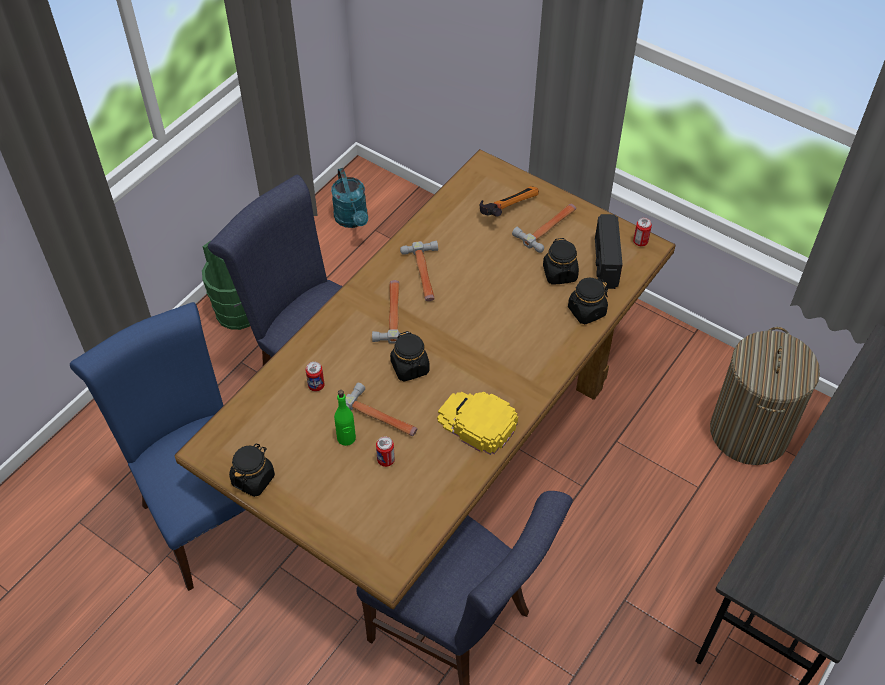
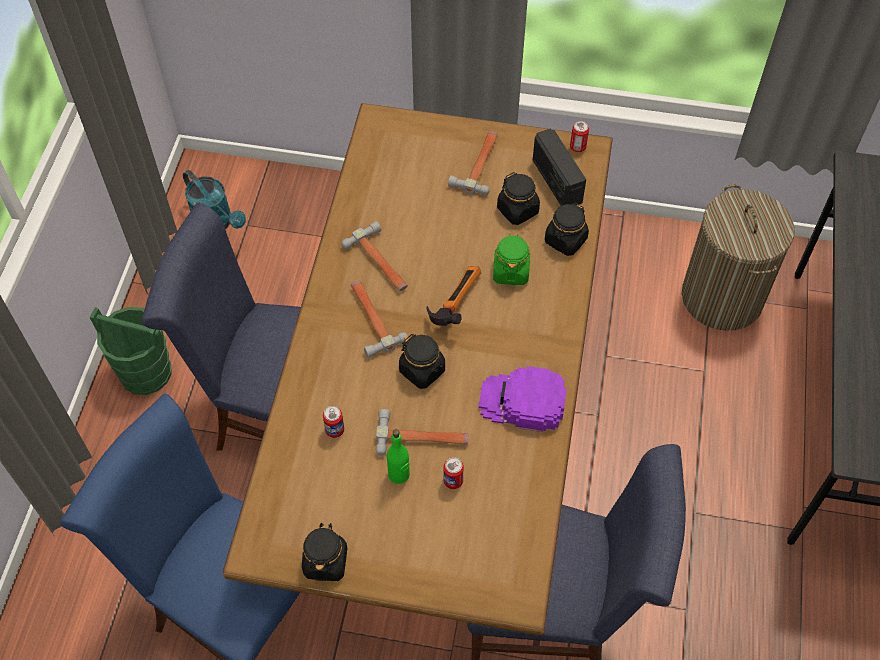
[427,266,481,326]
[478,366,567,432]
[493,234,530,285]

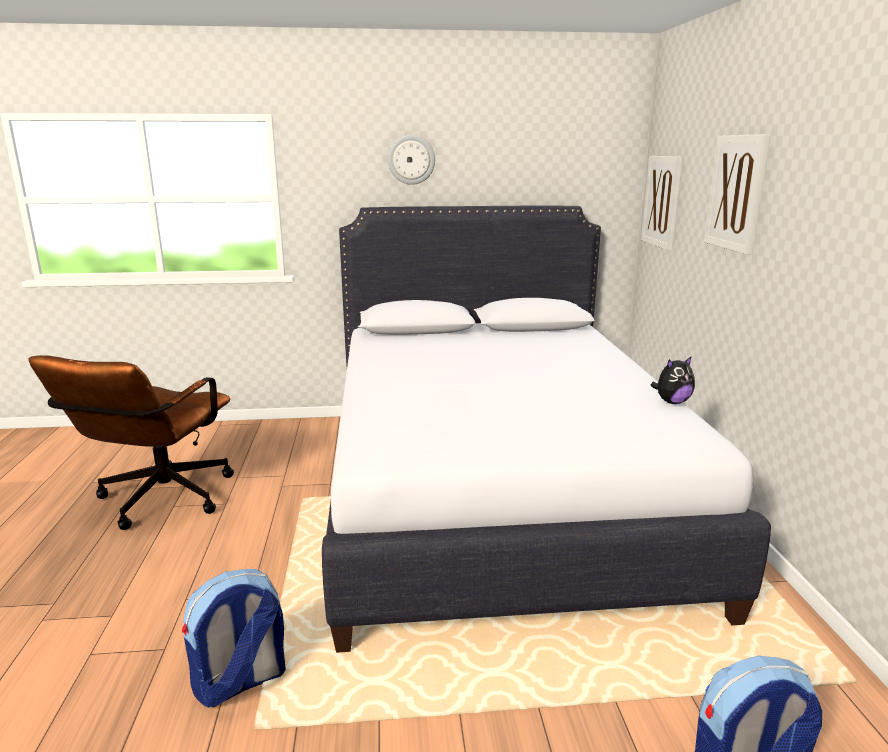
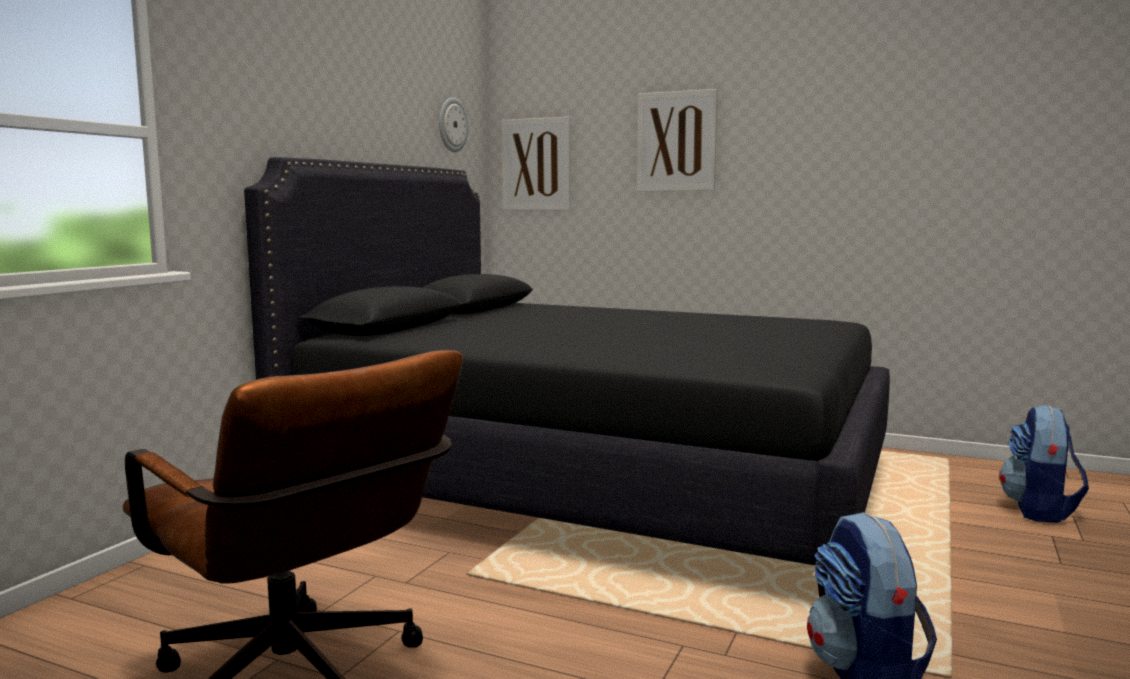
[244,157,890,597]
[439,97,468,152]
[651,356,695,404] (first image)

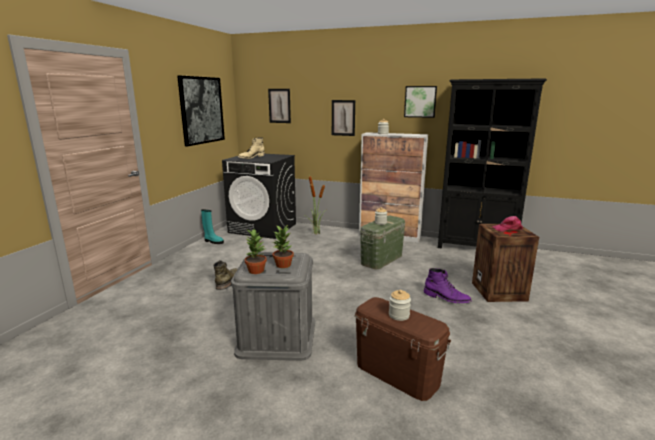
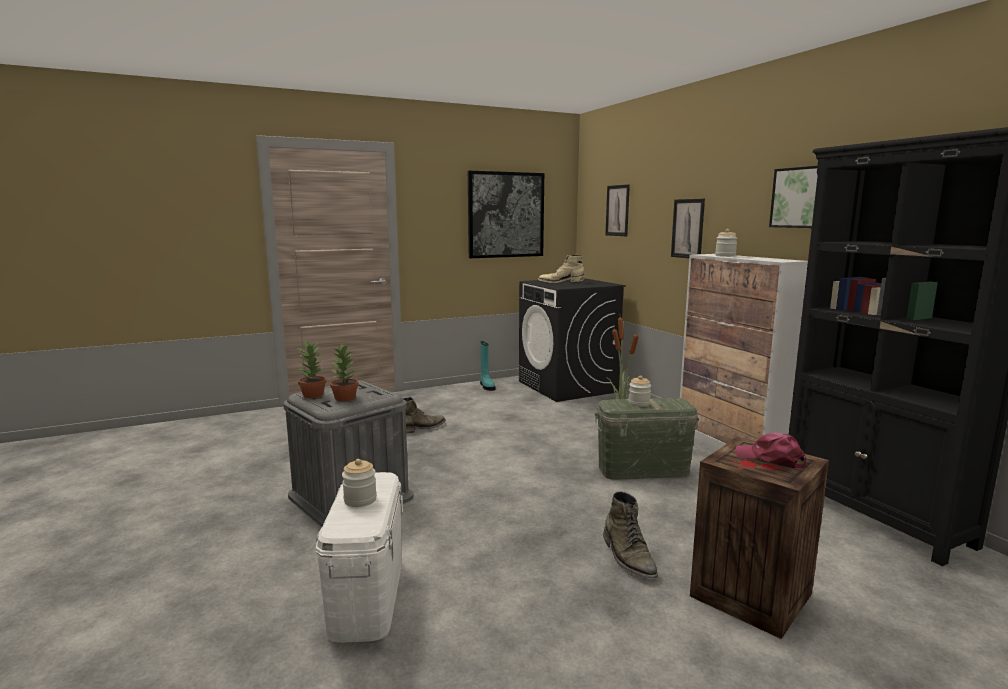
[316,472,403,643]
[603,491,658,578]

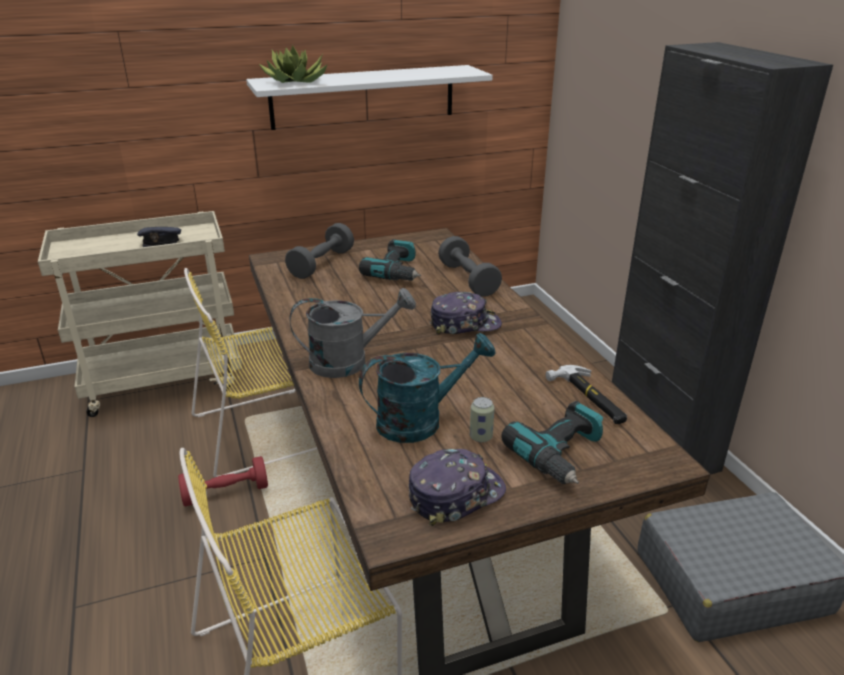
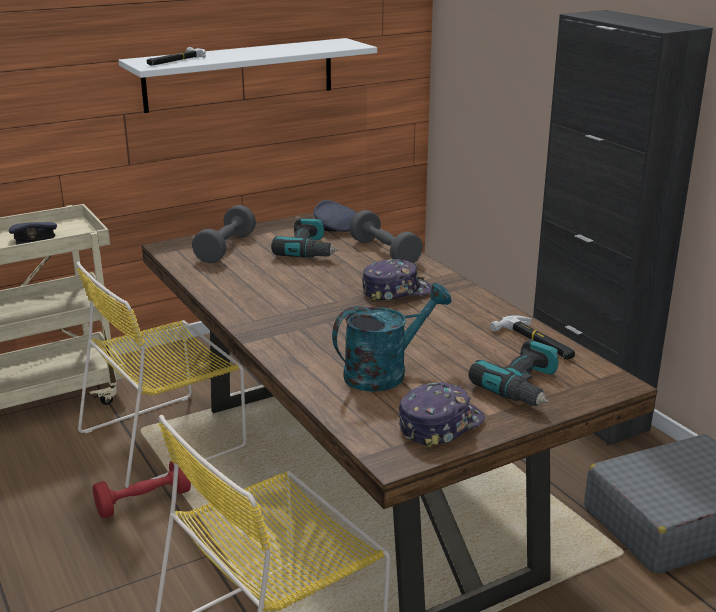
[147,47,206,66]
[314,200,357,232]
[290,288,416,378] (first image)
[470,397,495,442] (first image)

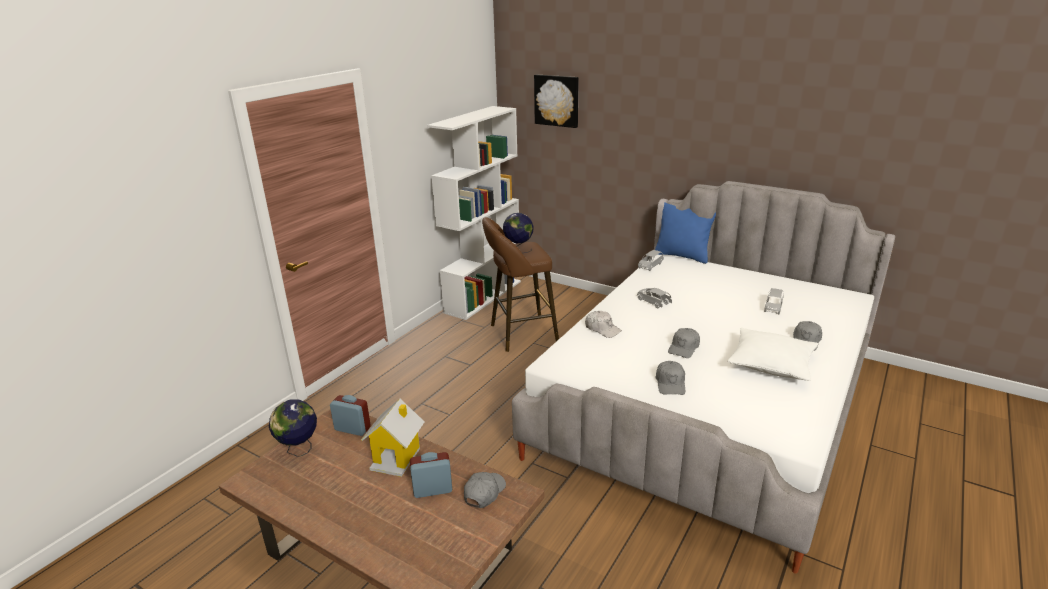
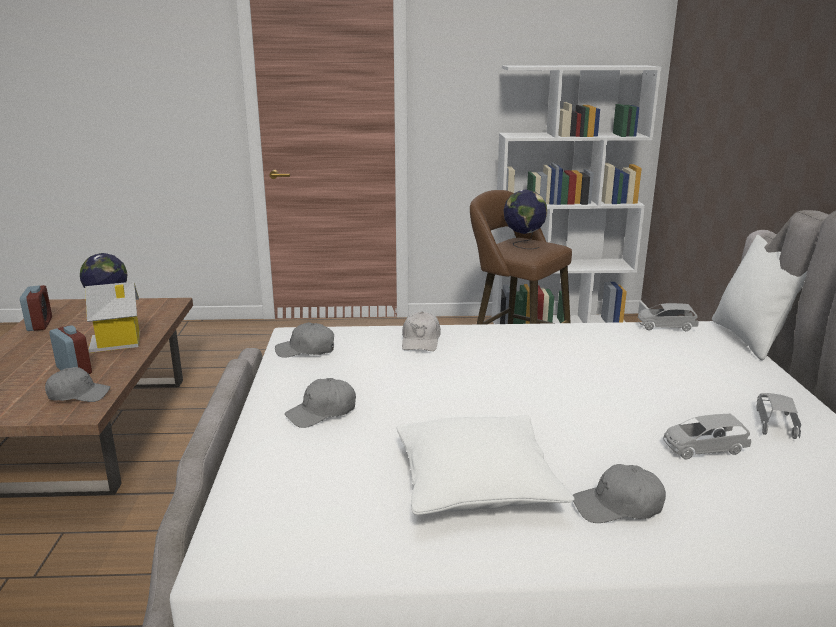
[20,285,52,331]
[275,322,334,358]
[712,235,808,360]
[757,393,801,439]
[534,74,579,128] (first image)

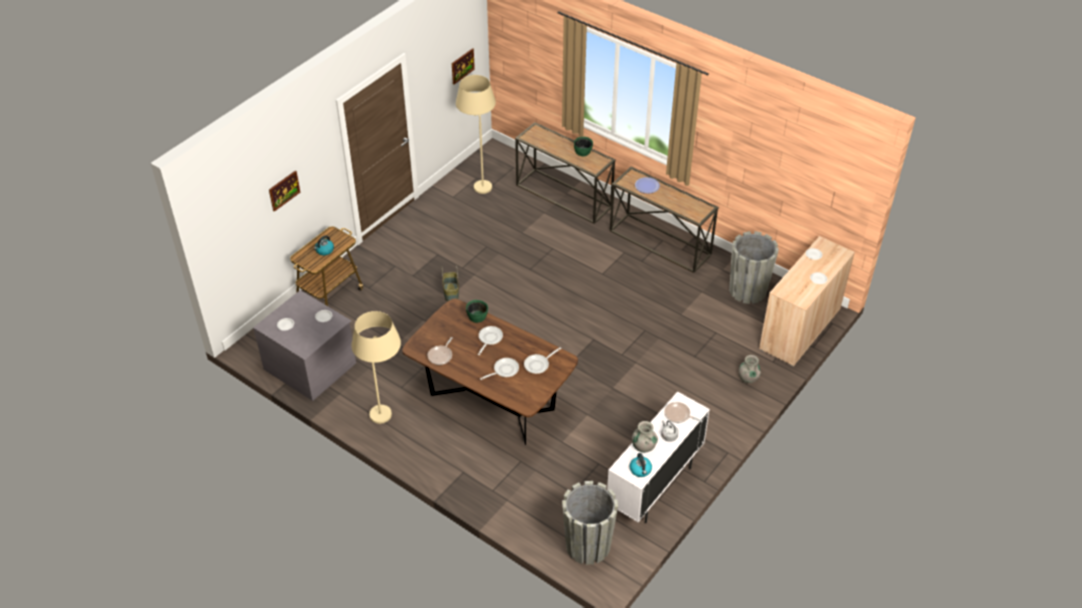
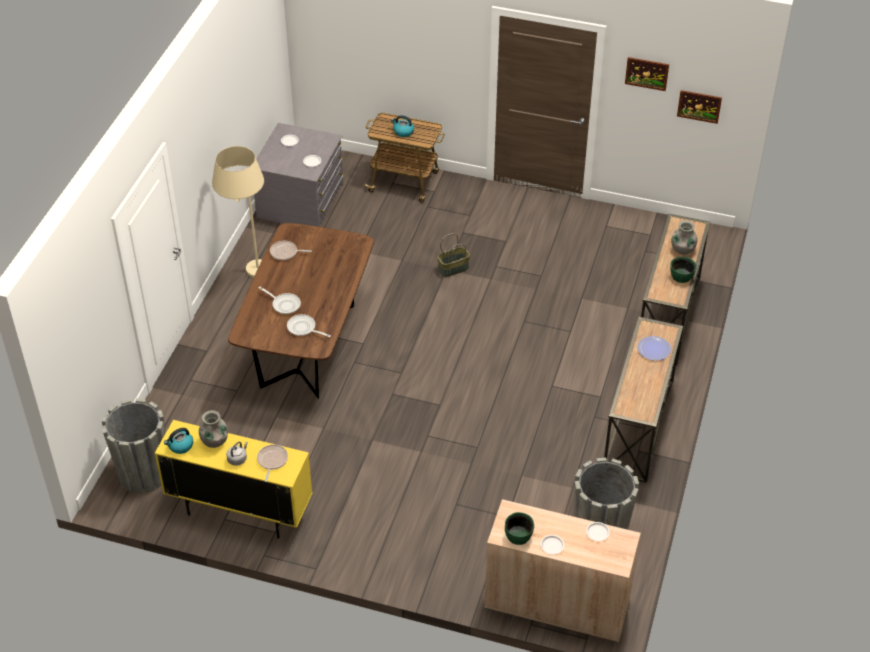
[155,420,313,539]
[505,512,534,545]
[625,57,669,91]
[671,220,698,255]
[456,75,496,194] (first image)
[478,326,503,355] (first image)

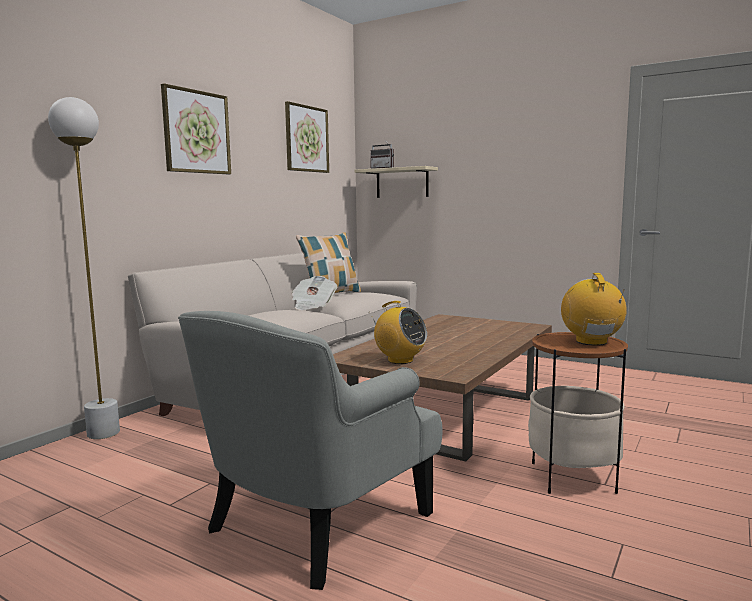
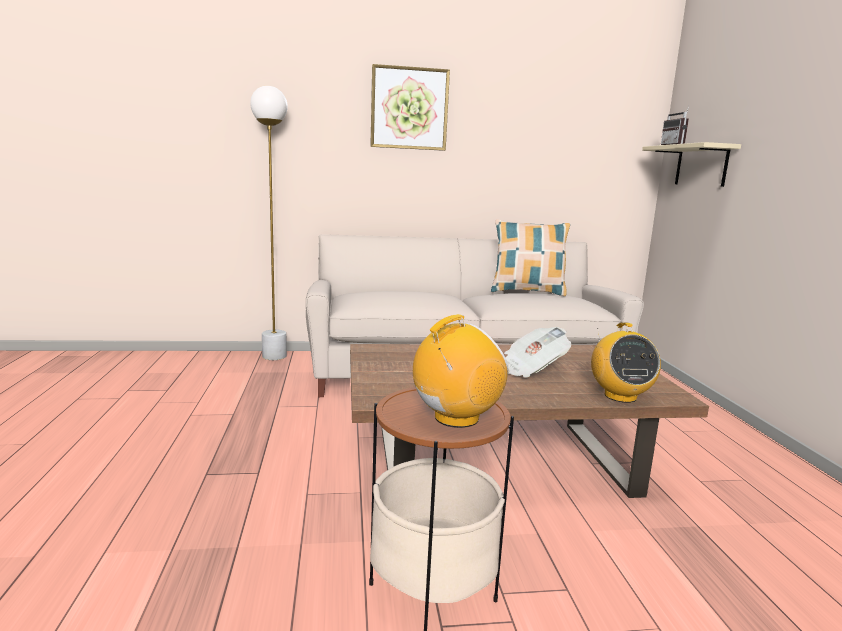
[504,327,571,378]
[591,322,661,403]
[178,311,443,590] (first image)
[285,101,329,173] (first image)

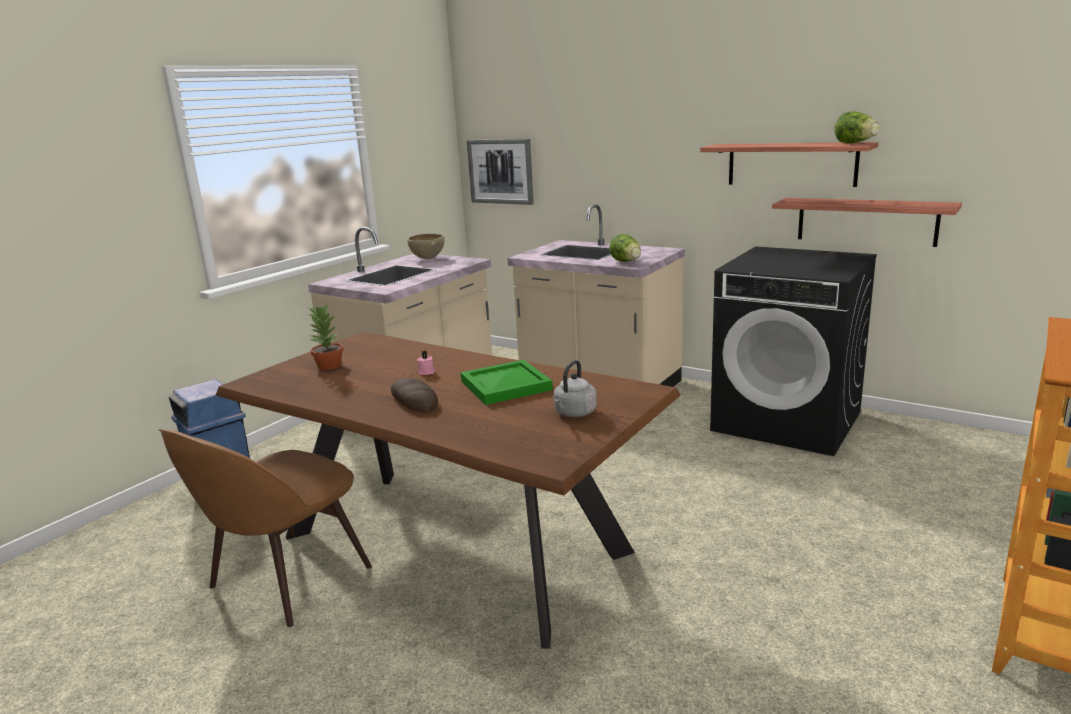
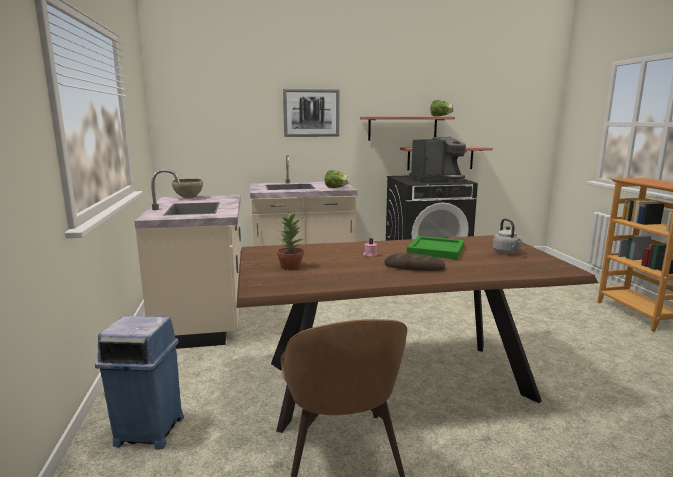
[283,89,339,137]
[409,137,467,182]

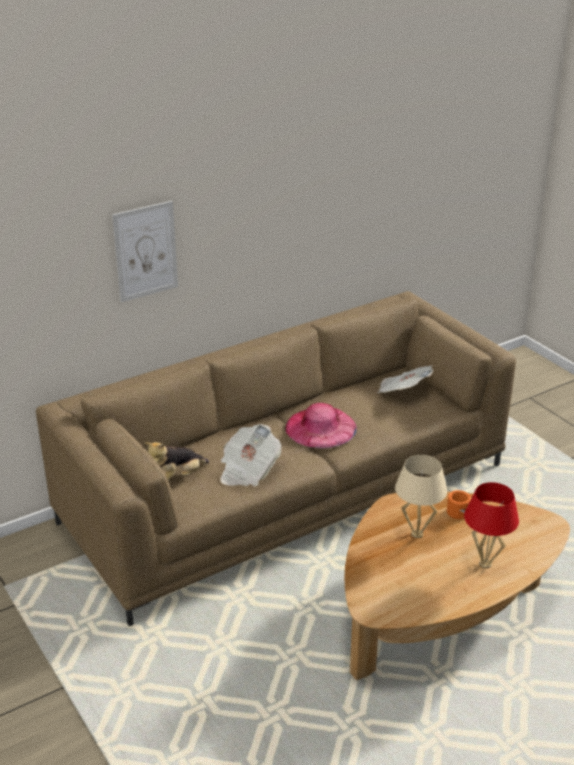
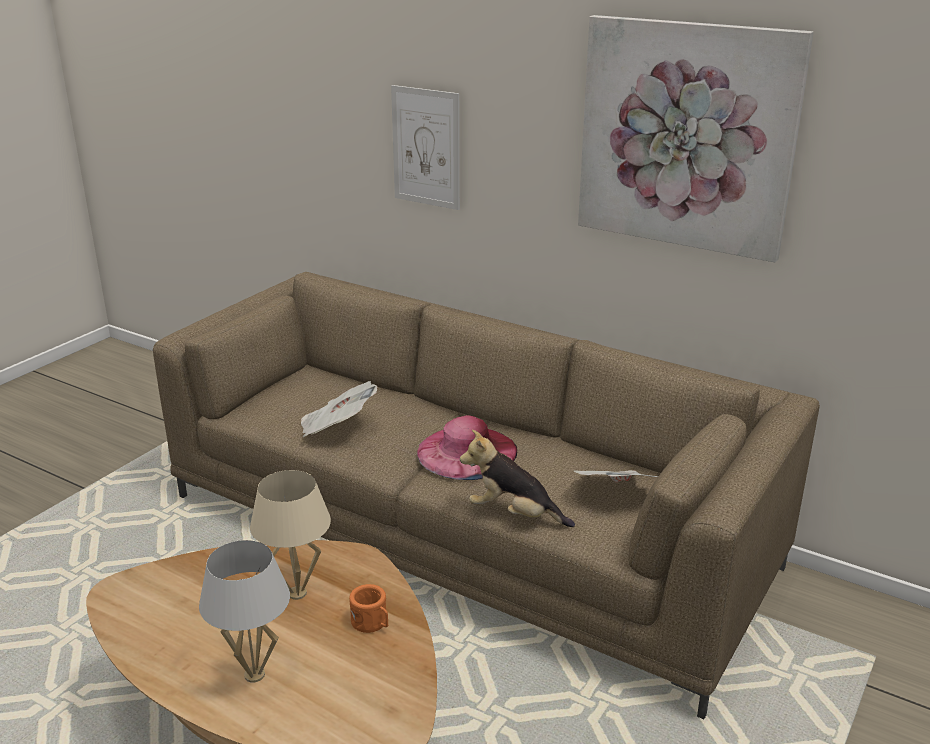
[199,540,290,683]
[460,430,575,527]
[578,15,814,262]

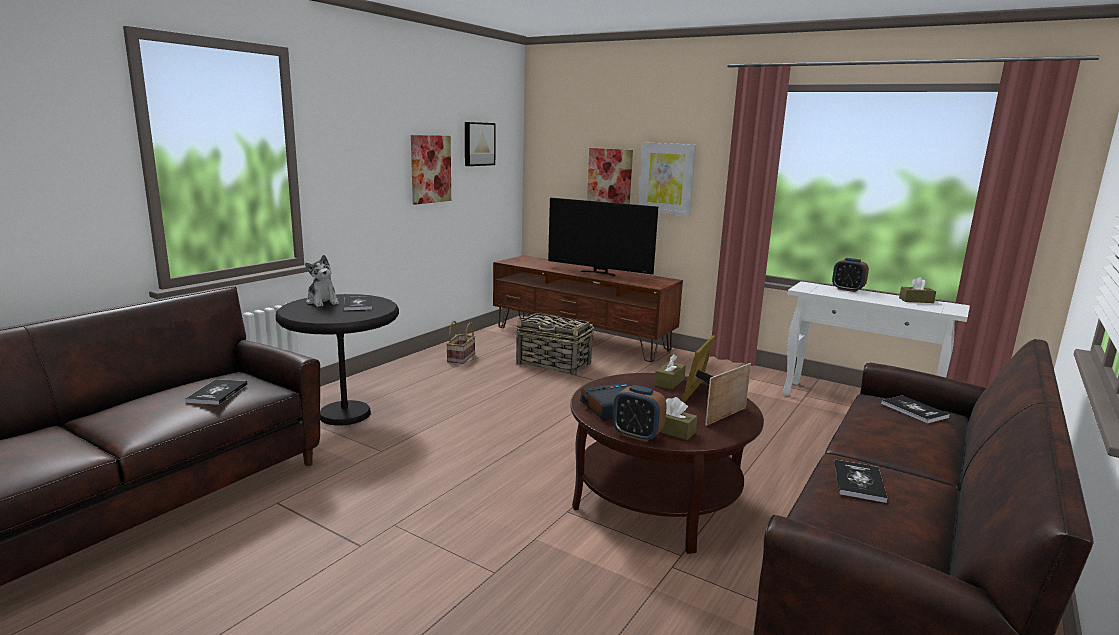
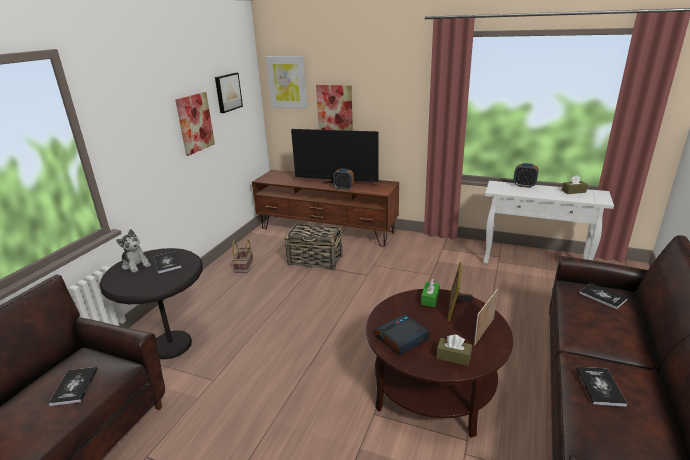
[266,56,307,109]
[333,168,354,190]
[421,279,440,307]

